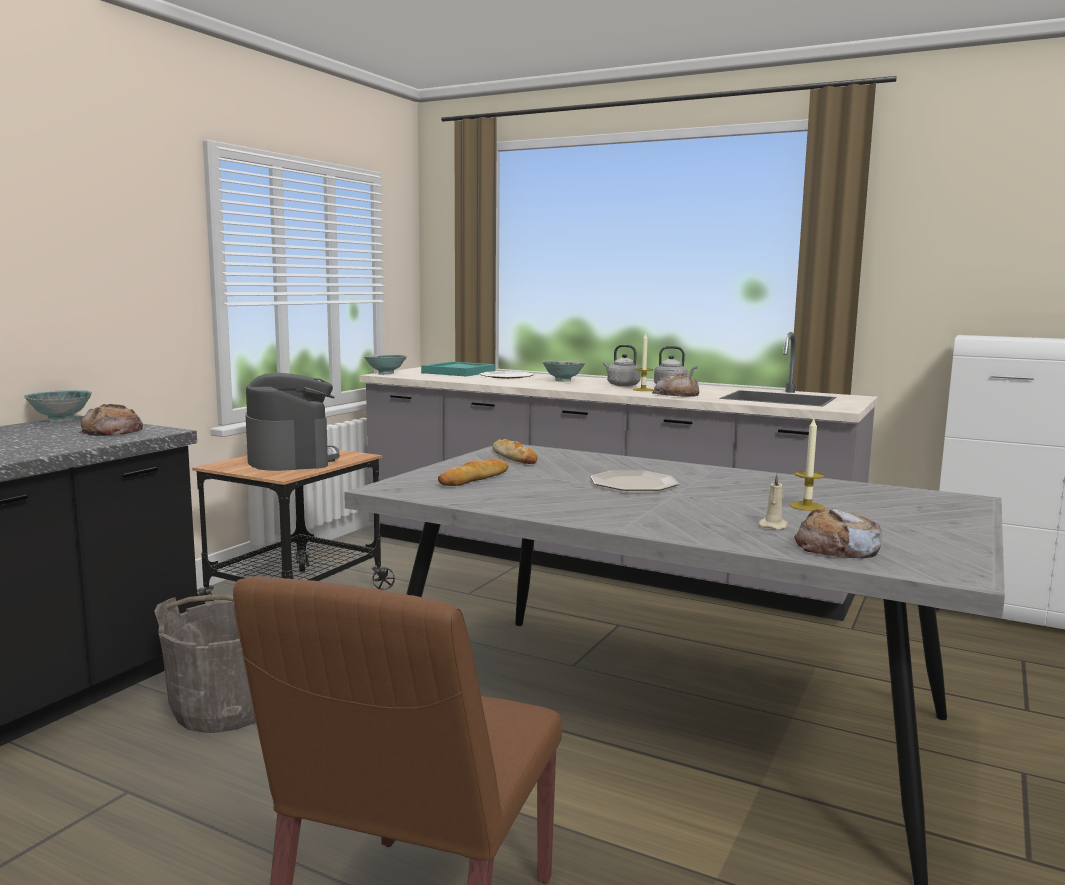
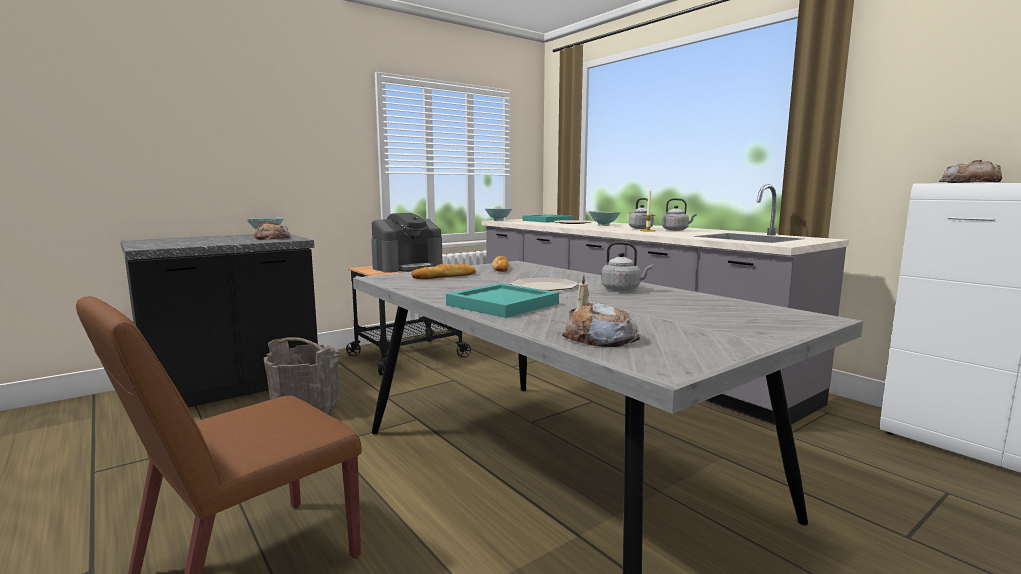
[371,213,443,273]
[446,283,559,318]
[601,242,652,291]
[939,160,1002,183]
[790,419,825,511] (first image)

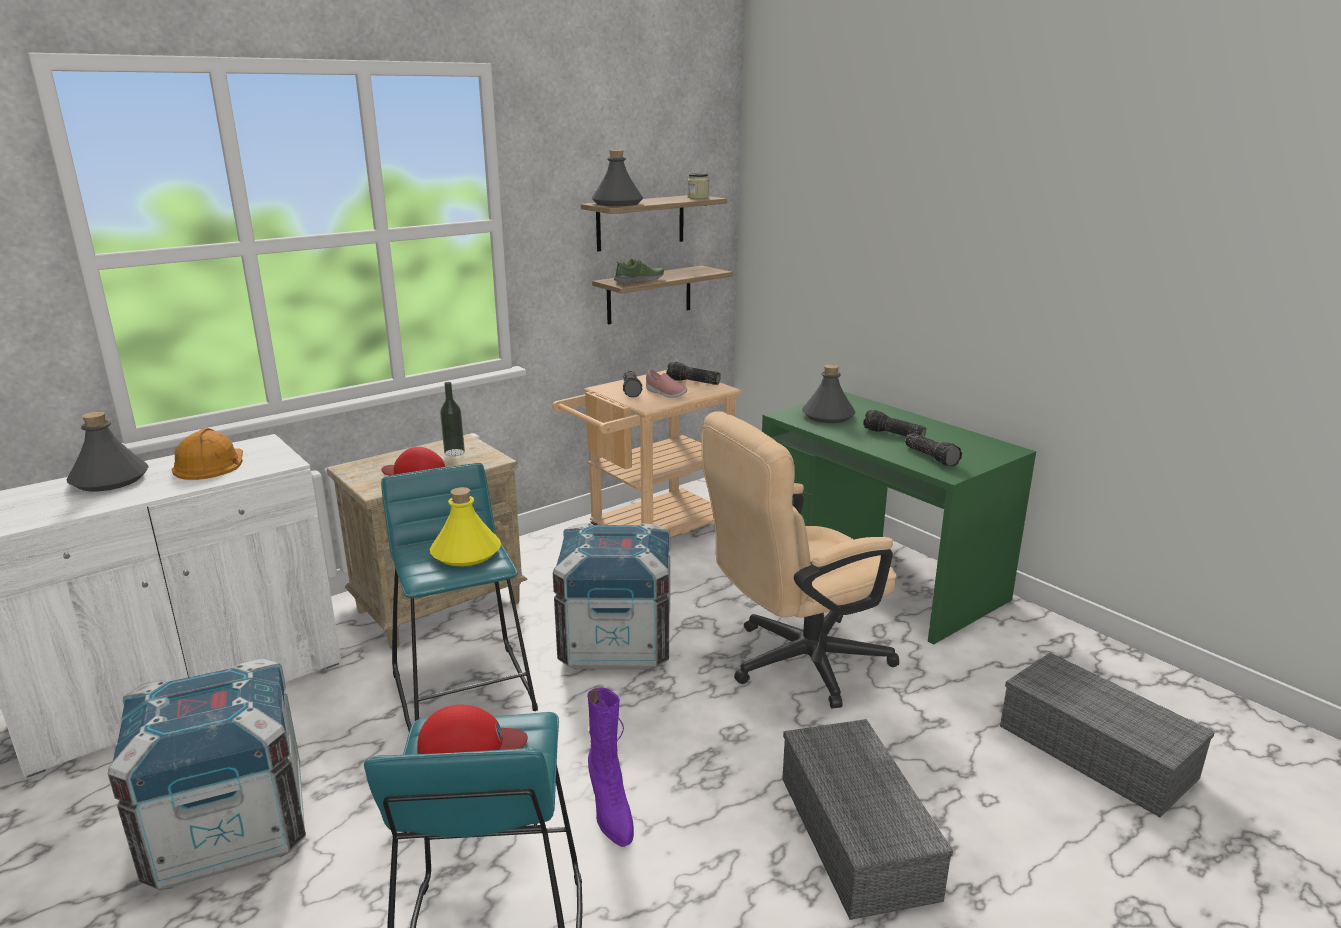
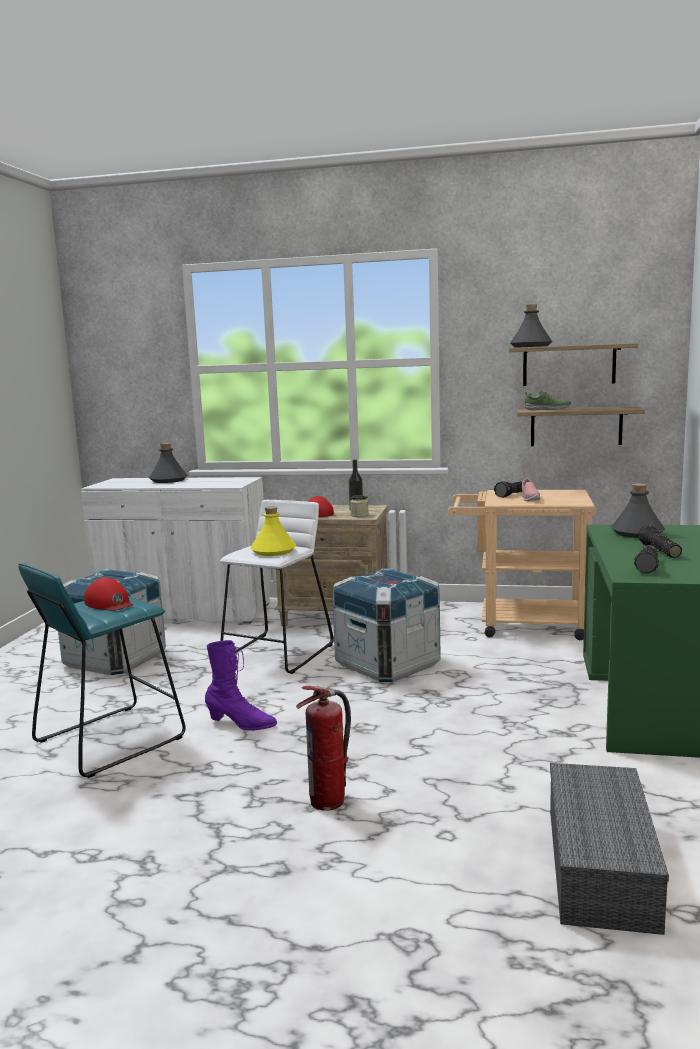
[205,640,277,731]
[220,500,333,674]
[296,686,351,811]
[350,495,369,517]
[172,428,243,480] (first image)
[666,362,721,385] (first image)
[701,411,899,708] (first image)

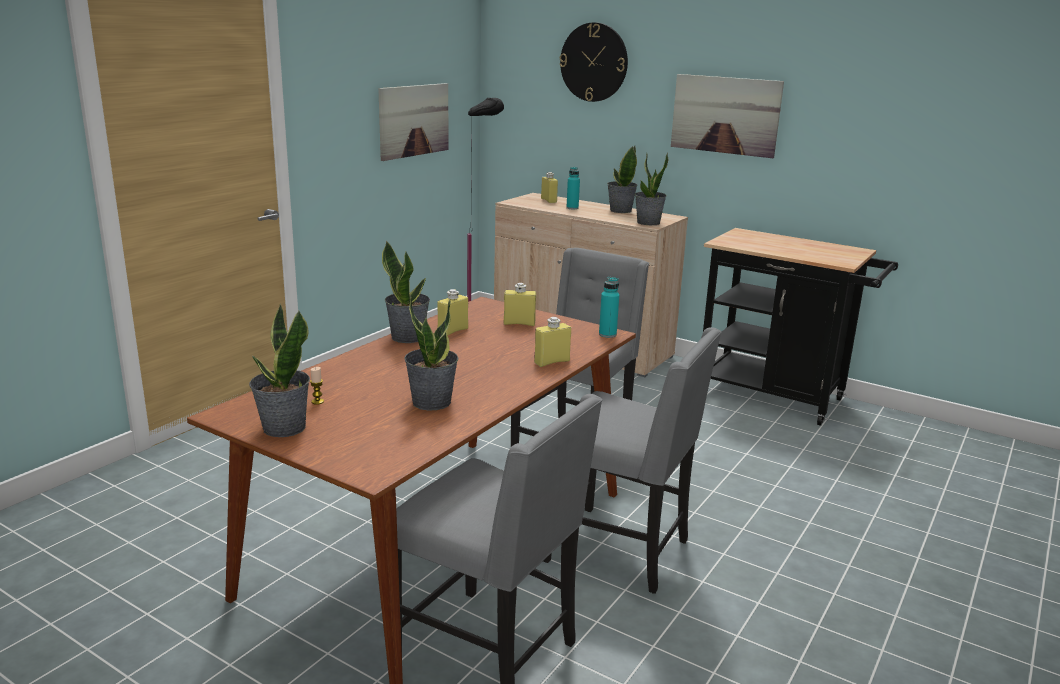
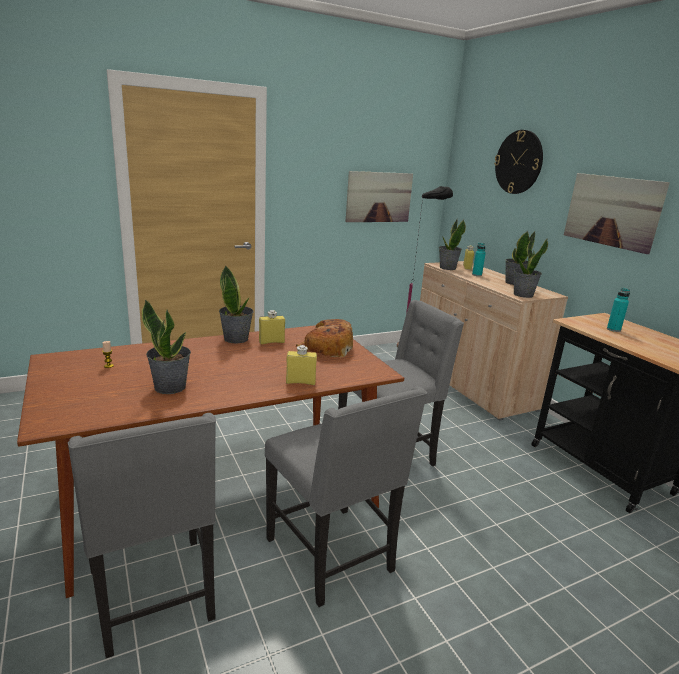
[296,319,353,358]
[439,220,466,270]
[607,288,630,332]

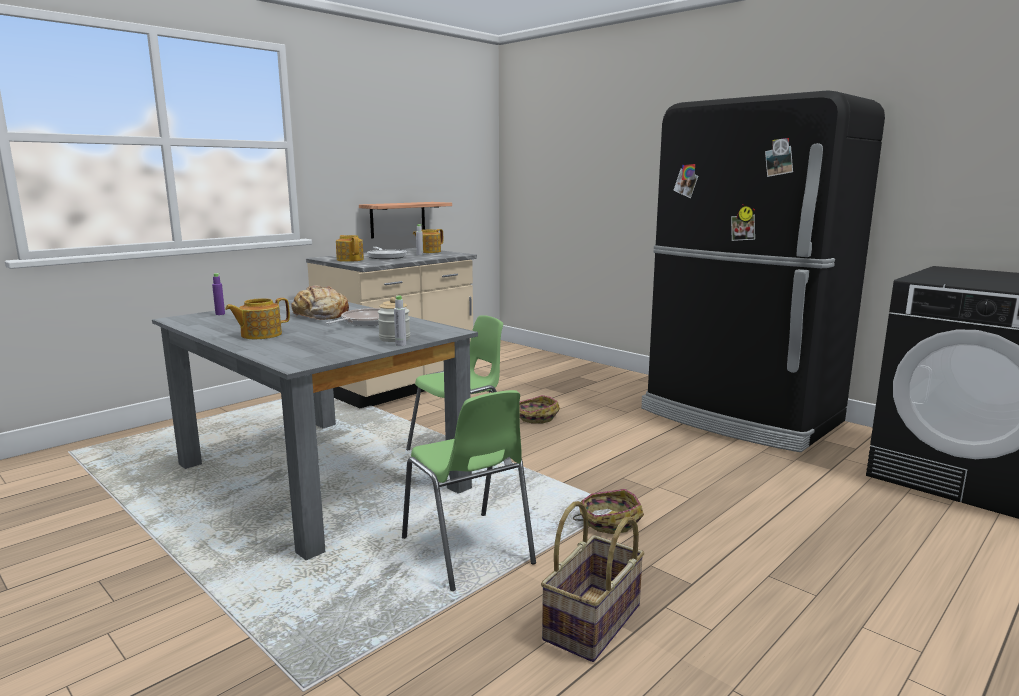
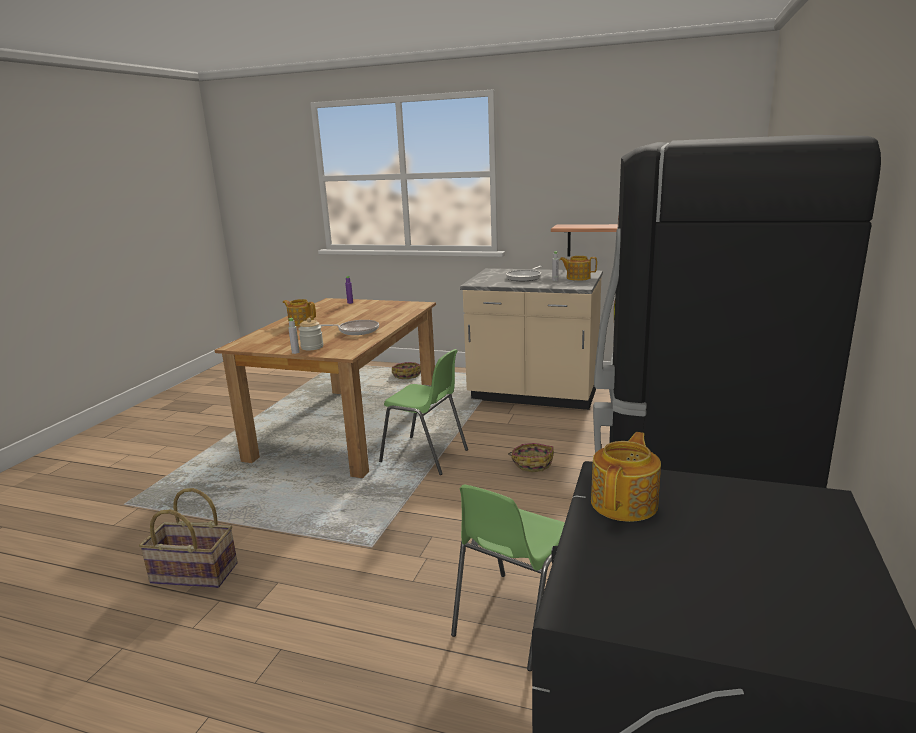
[215,298,436,478]
[392,362,421,379]
[451,484,565,671]
[591,432,661,522]
[291,286,349,320] (first image)

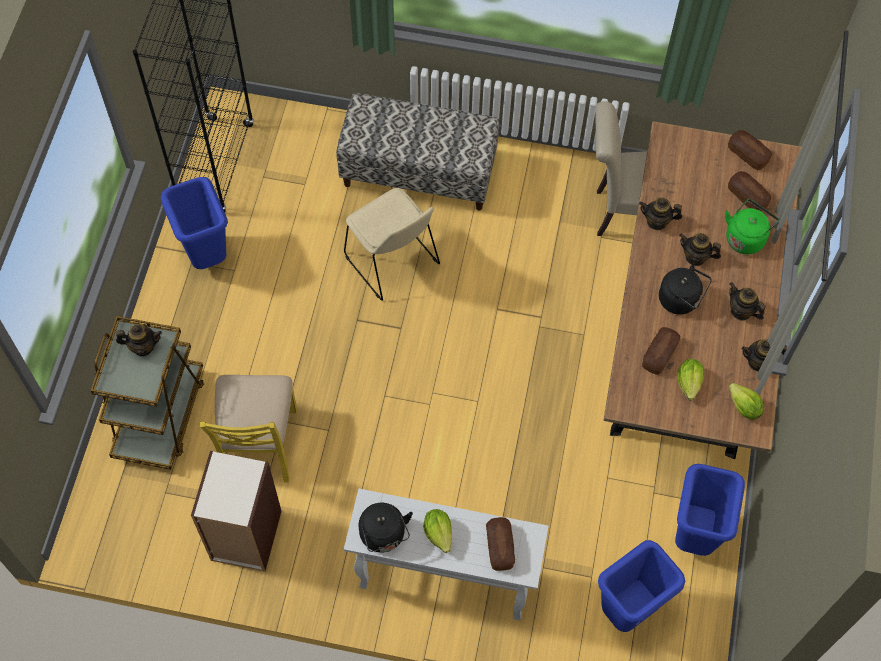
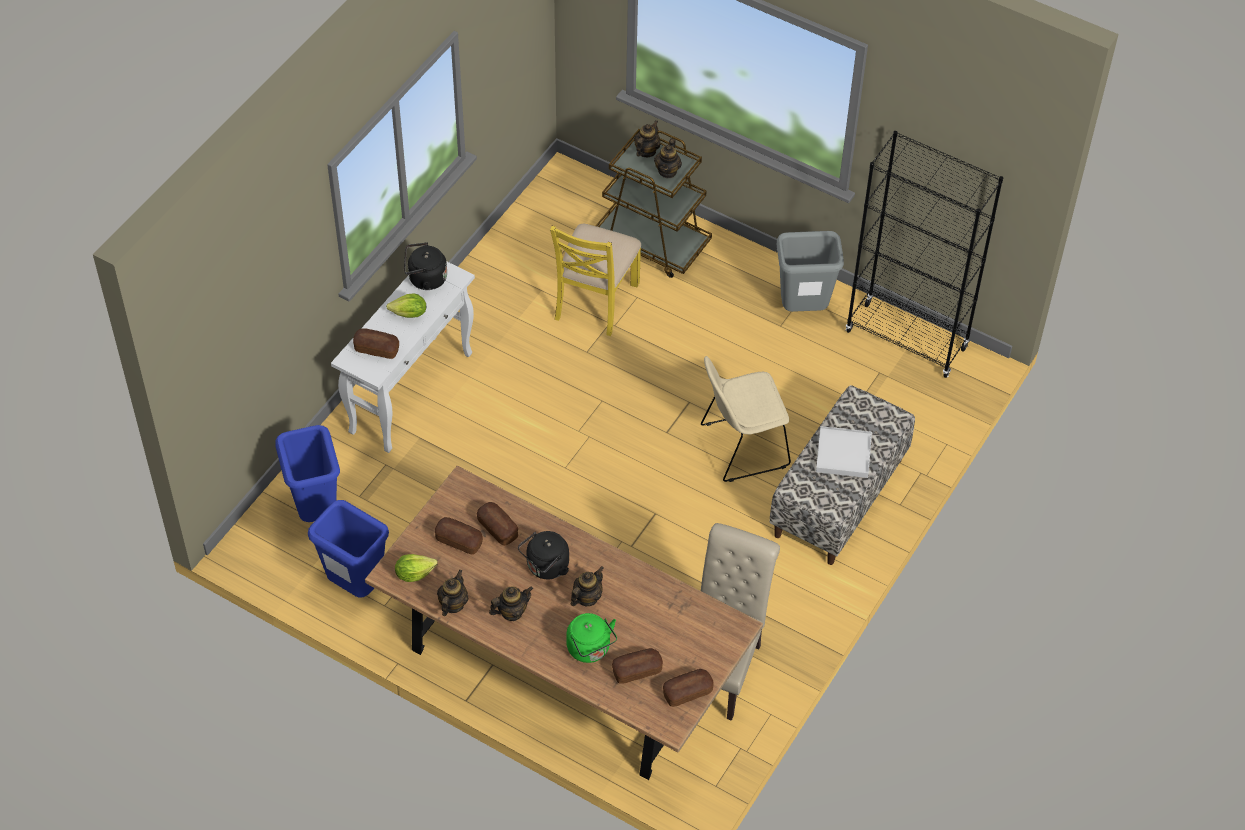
[435,517,483,554]
[550,224,641,336]
[634,120,661,157]
[776,231,844,312]
[816,426,872,478]
[191,451,281,572] (first image)

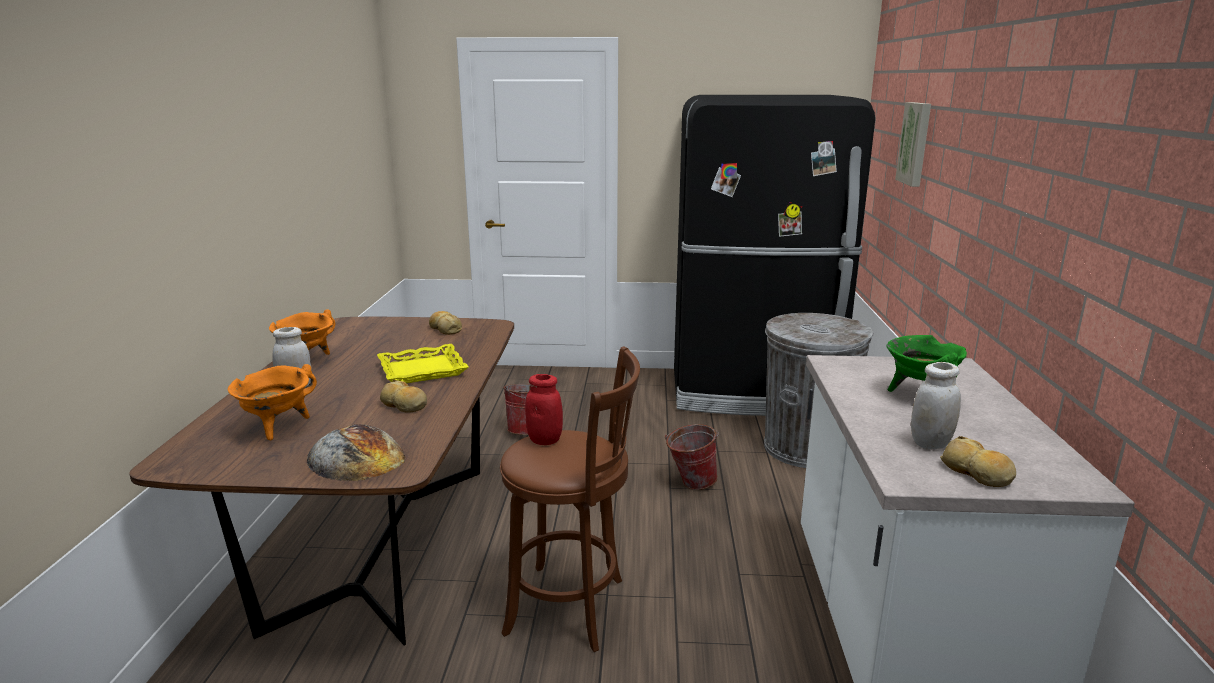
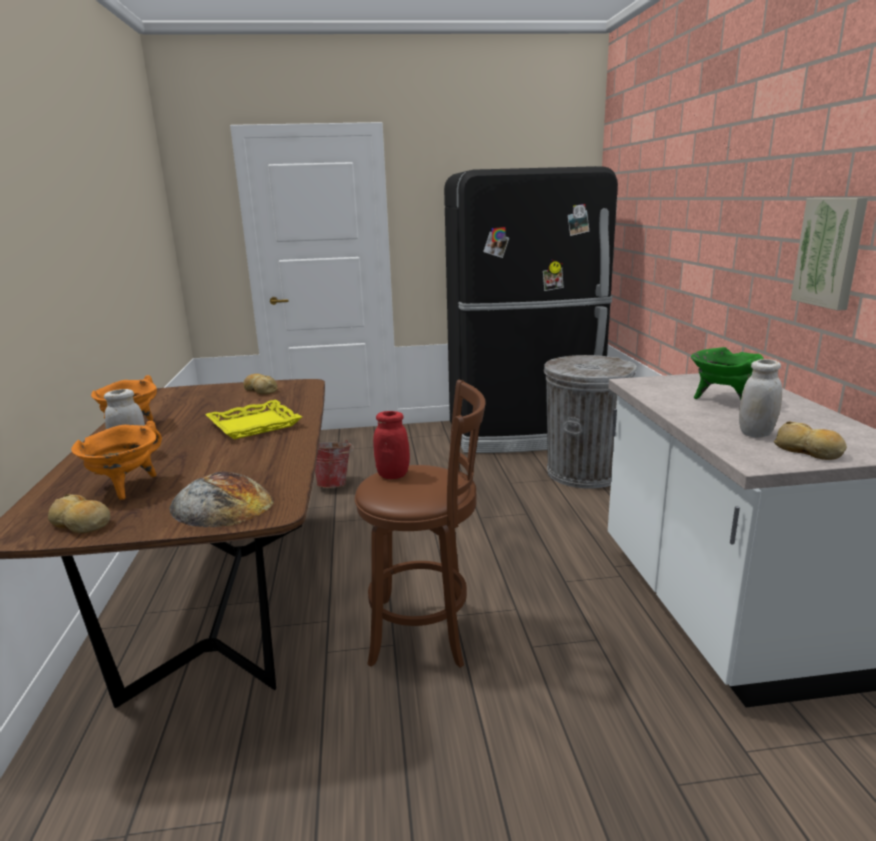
[48,494,111,534]
[791,198,868,311]
[665,424,719,490] (first image)

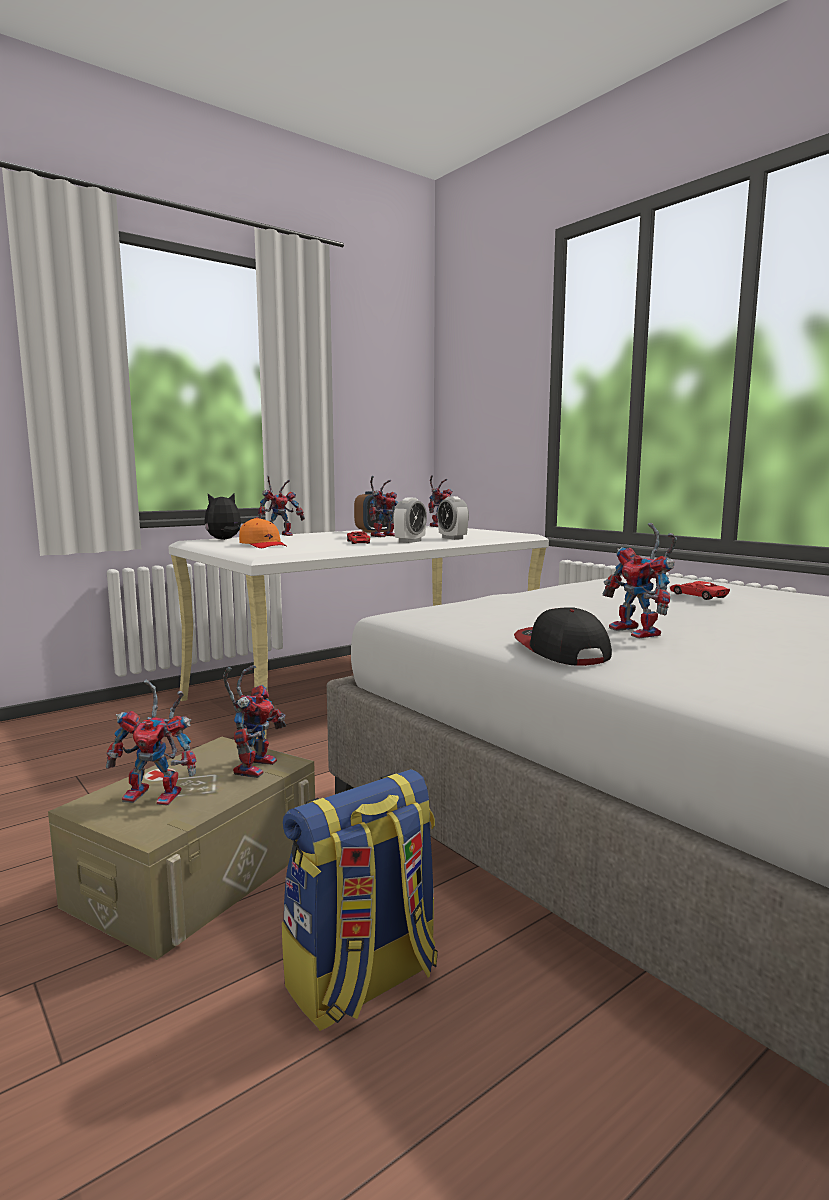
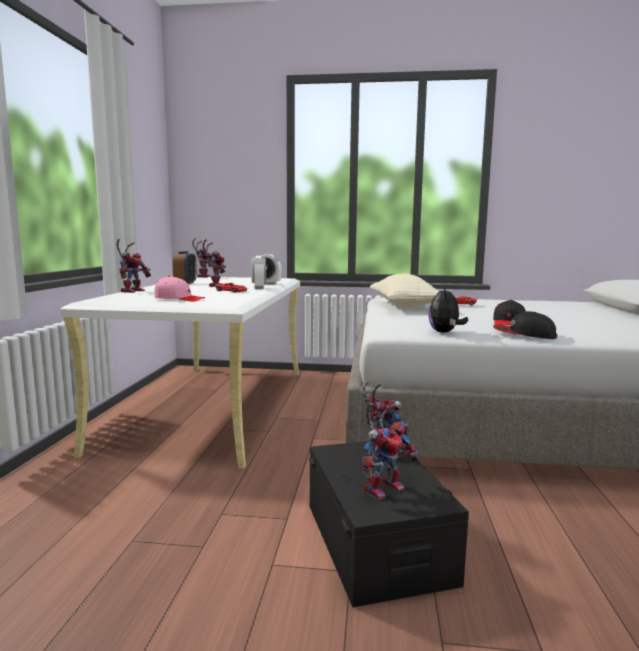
[155,276,205,301]
[309,441,469,607]
[370,274,439,307]
[428,287,468,333]
[493,300,526,325]
[282,769,438,1031] (first image)

